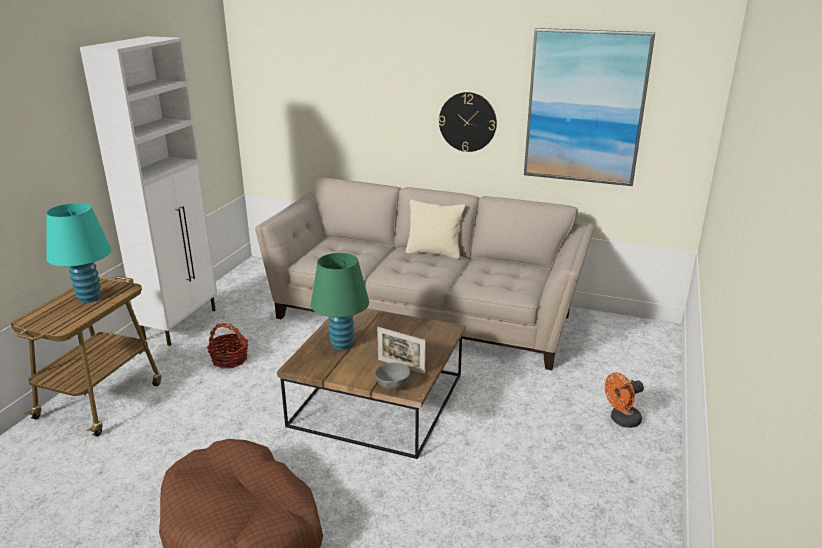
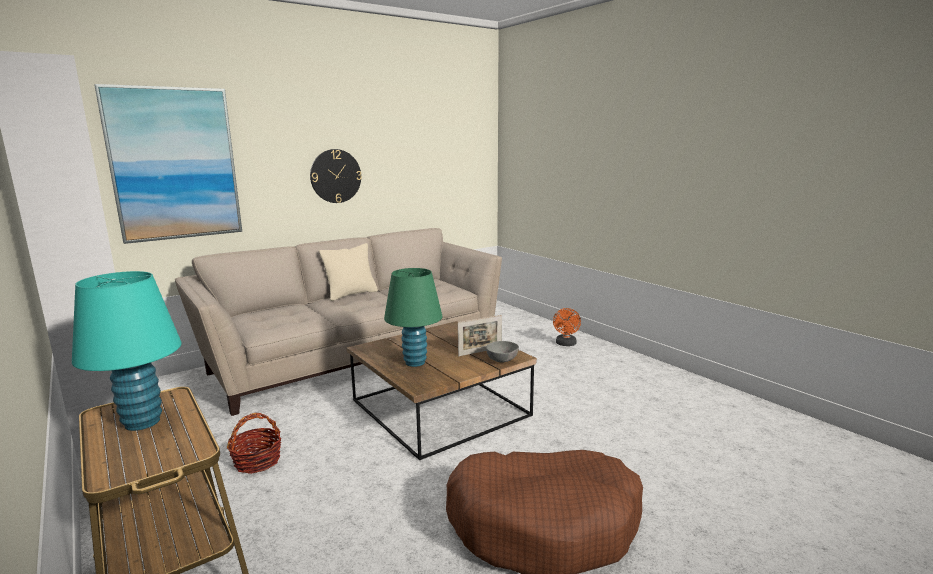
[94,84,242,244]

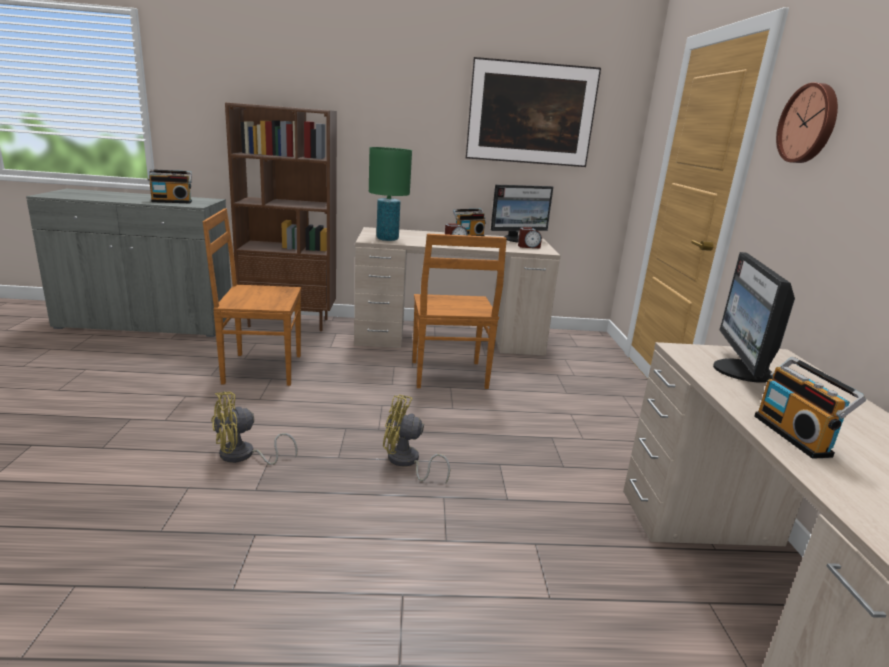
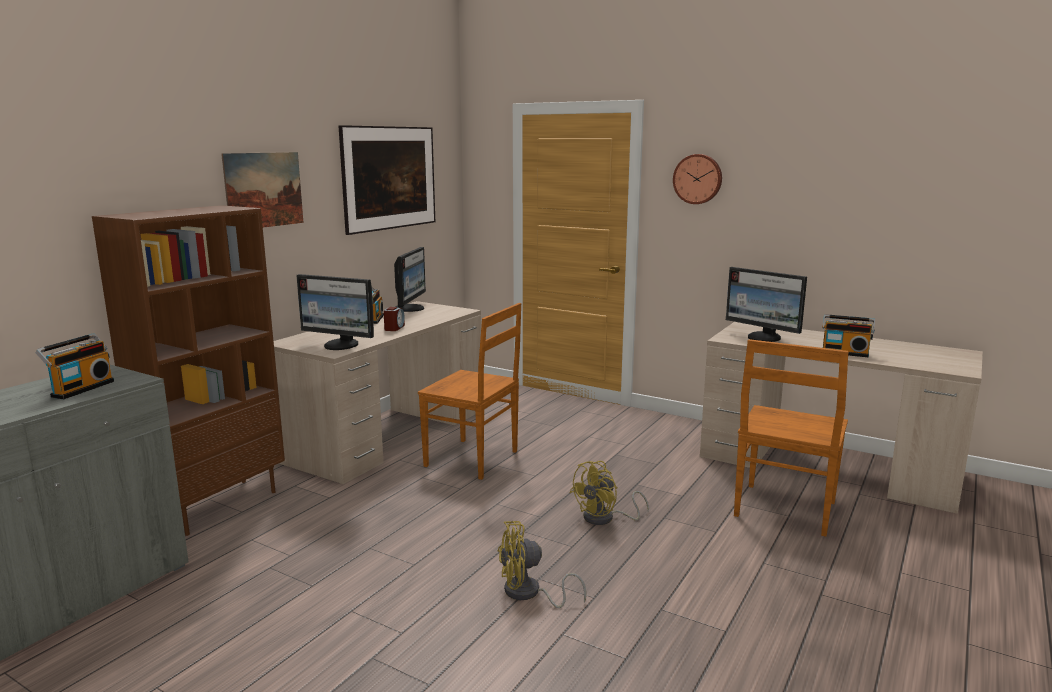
[296,274,374,350]
[734,339,849,537]
[518,227,542,248] (first image)
[498,521,587,608]
[221,152,304,228]

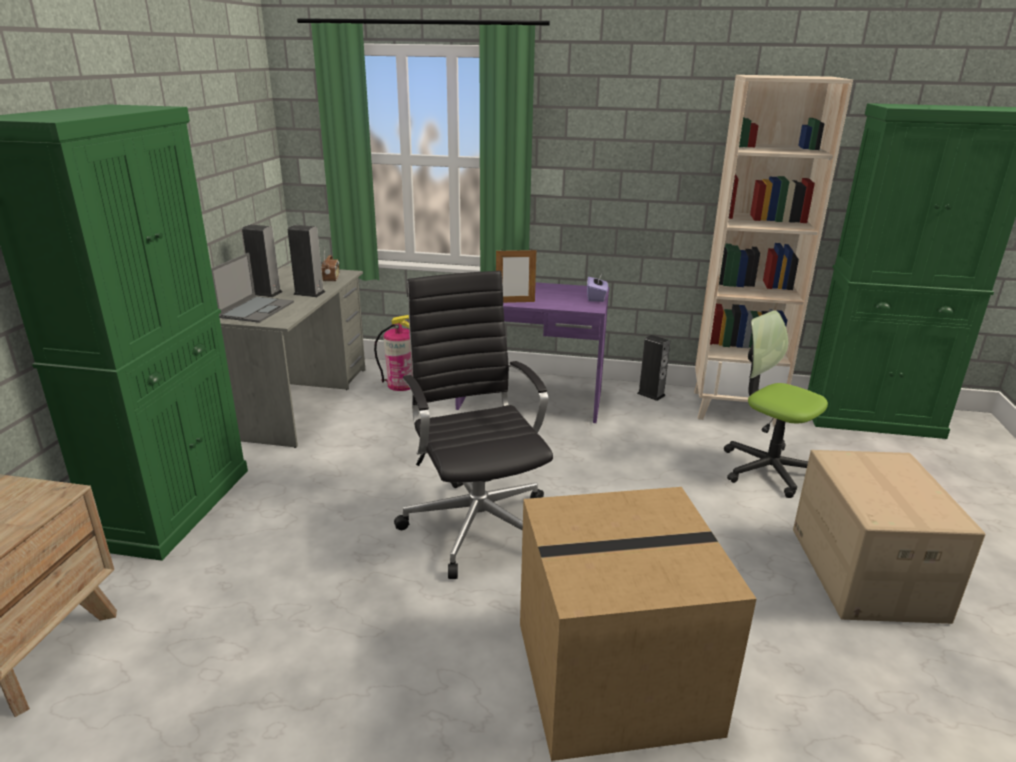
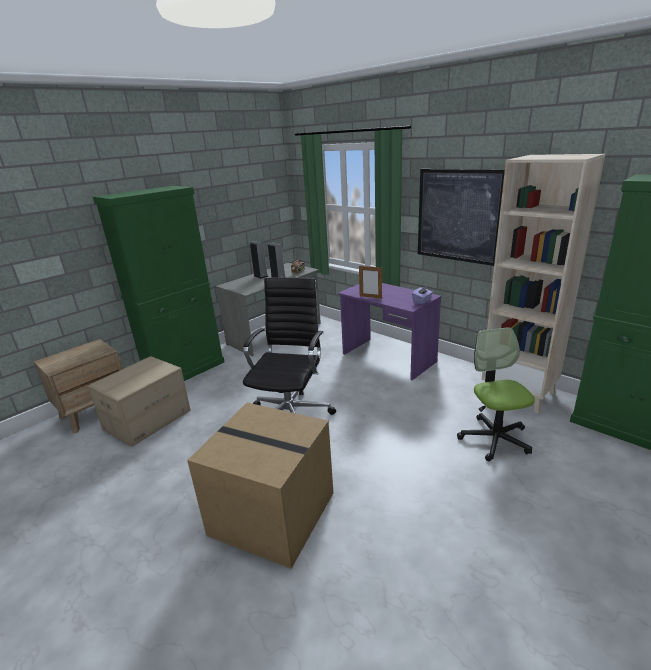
[211,253,294,323] (first image)
[374,315,413,391] (first image)
[637,335,670,401] (first image)
[88,356,191,447]
[418,169,505,266]

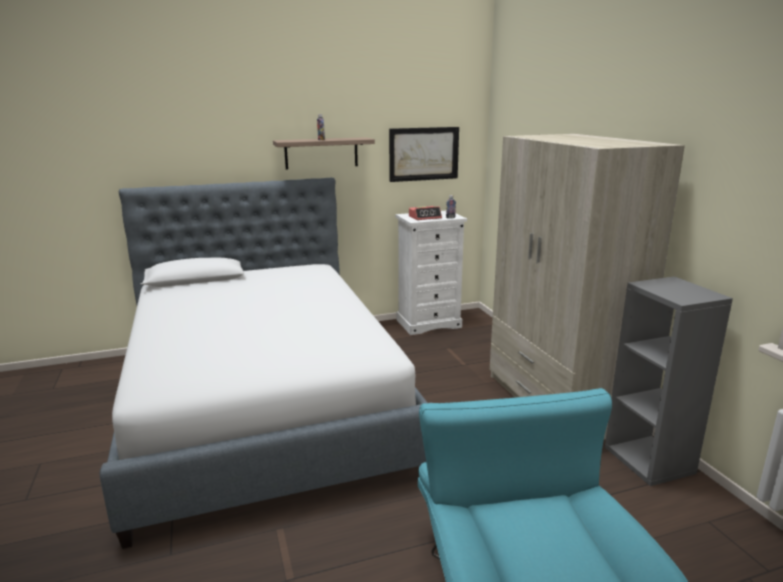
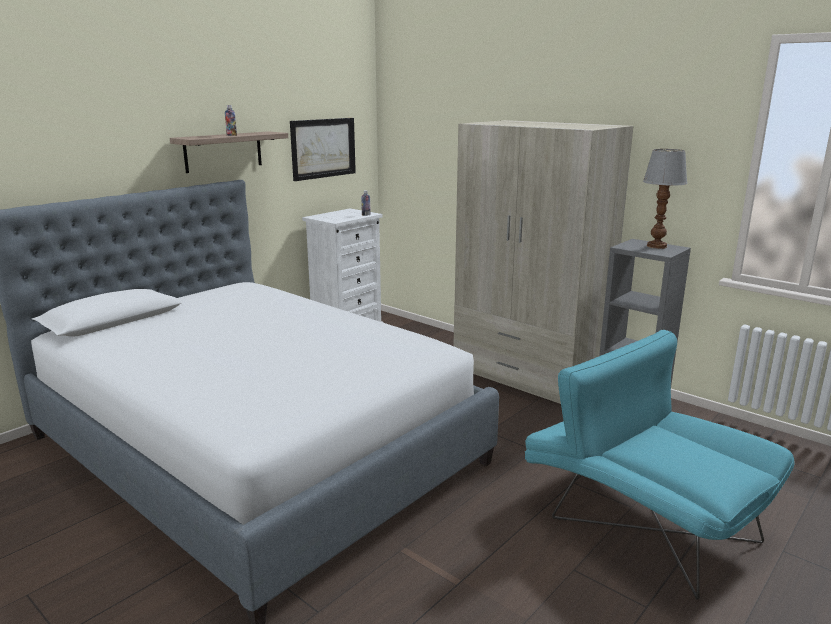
[409,206,442,220] (first image)
[643,149,688,249]

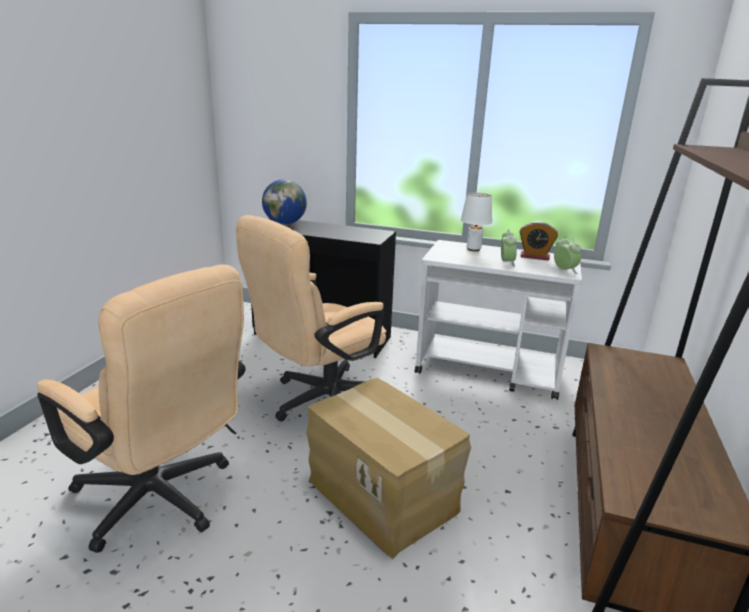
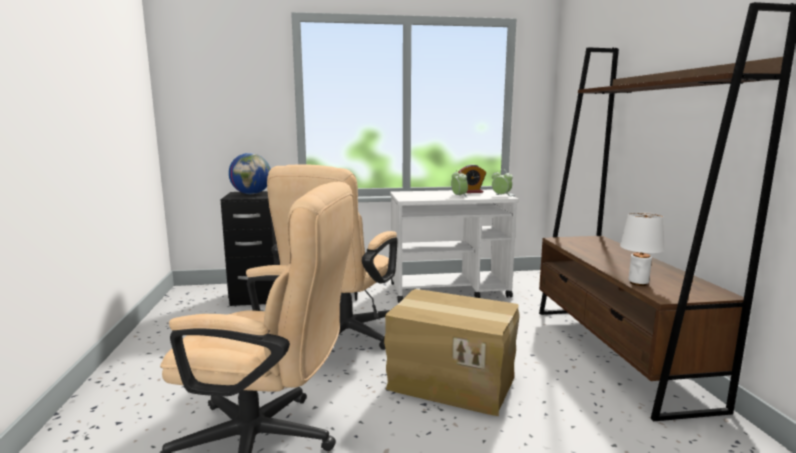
[620,212,664,286]

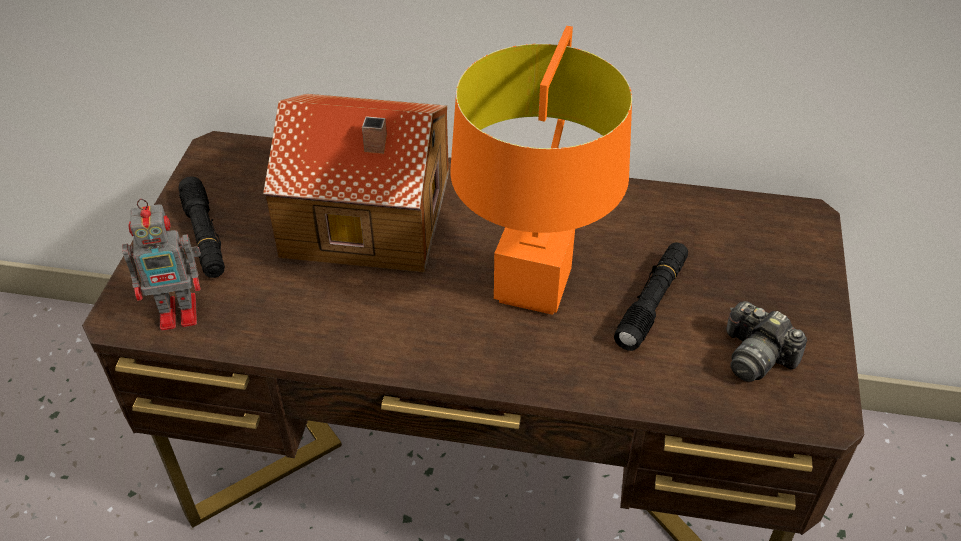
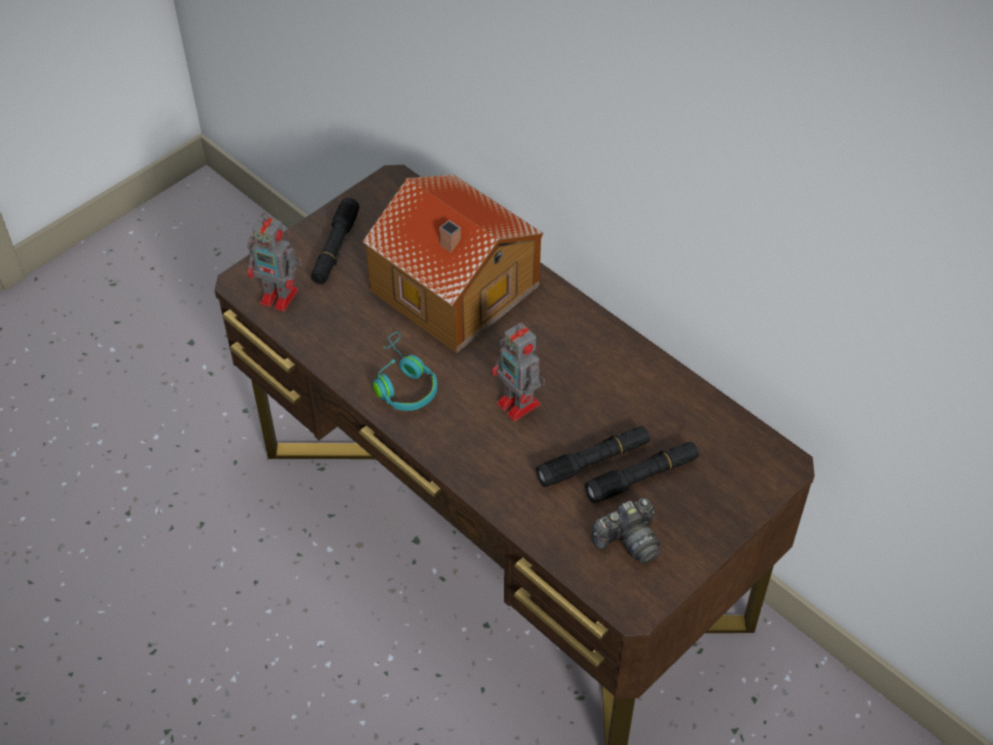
[492,322,545,421]
[591,498,660,564]
[373,332,437,411]
[584,442,699,503]

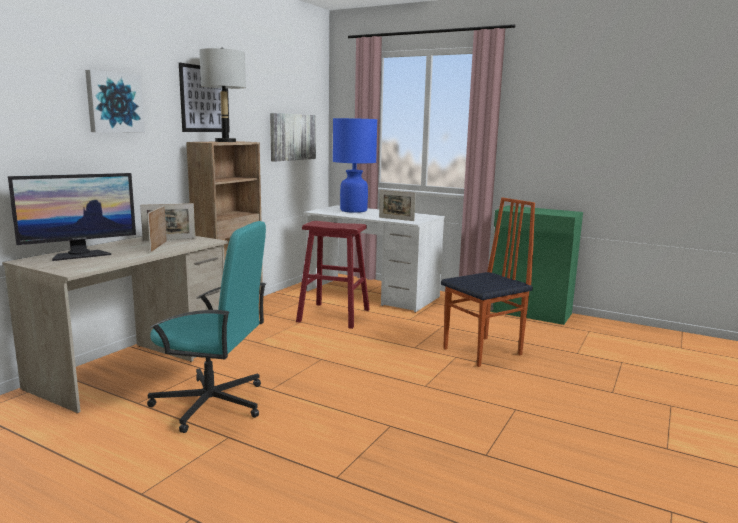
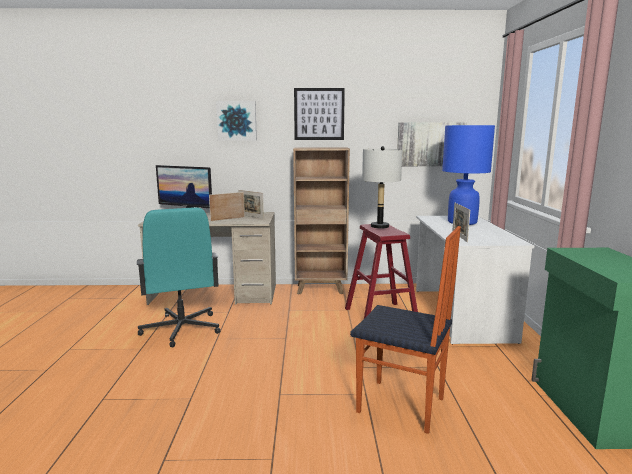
[362,146,402,229]

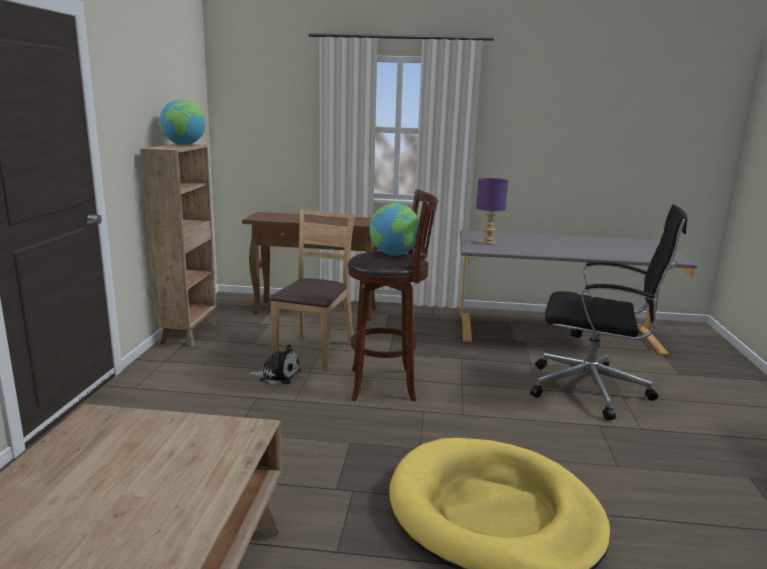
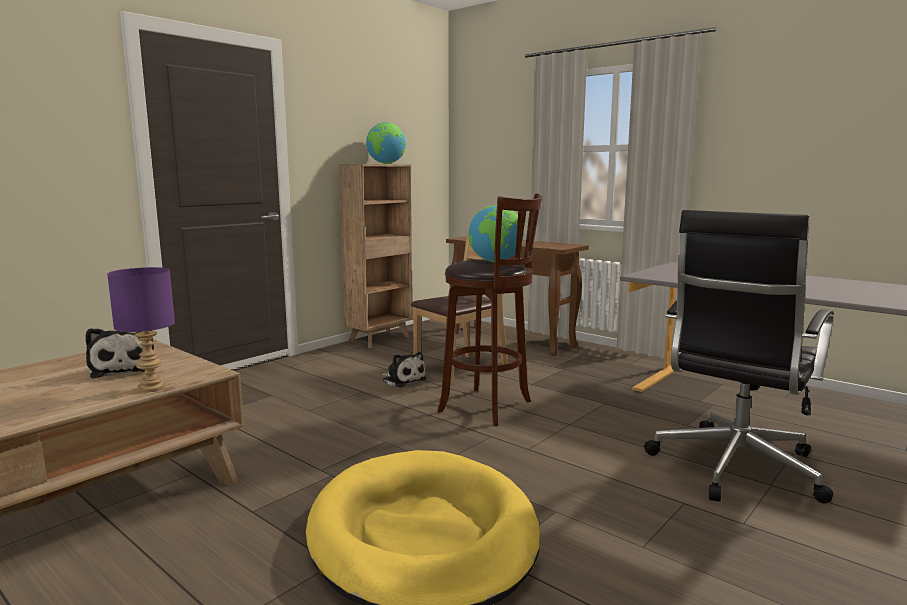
[107,267,175,393]
[644,210,834,503]
[85,328,154,379]

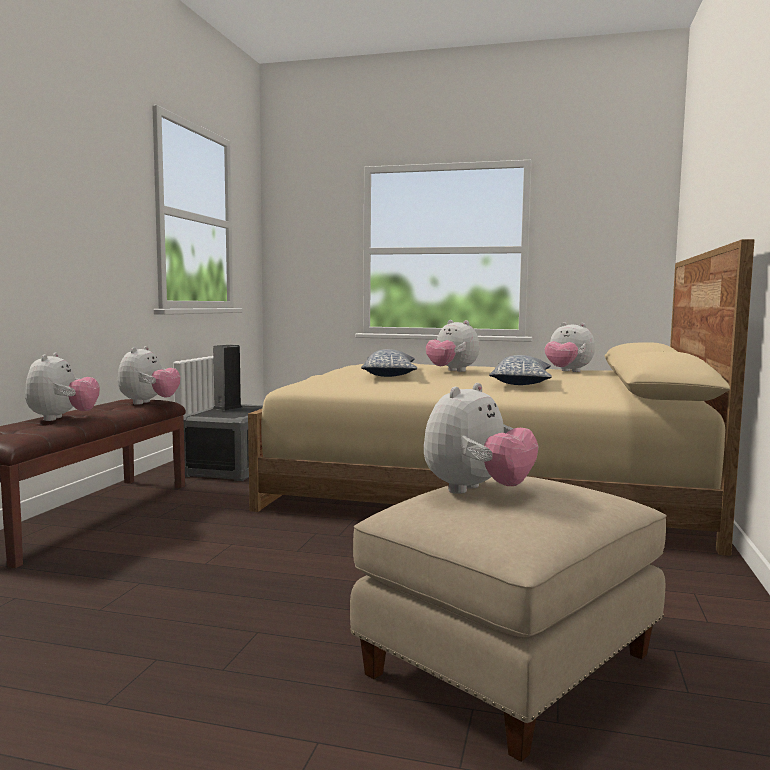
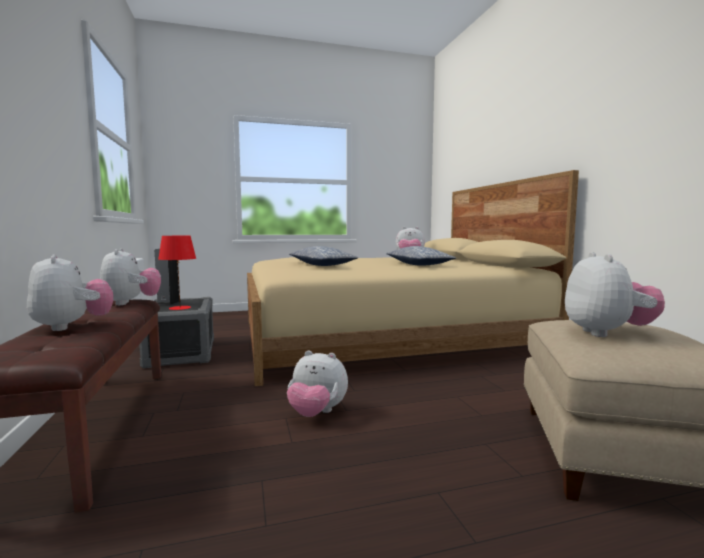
[287,350,348,417]
[158,236,196,310]

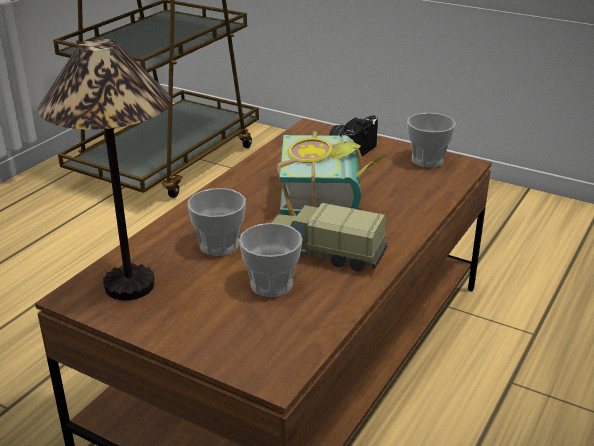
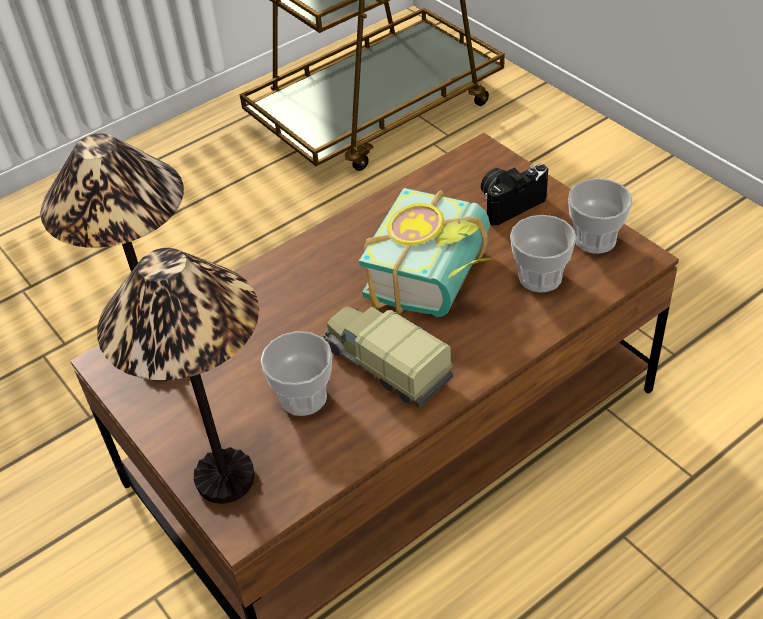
[510,215,576,293]
[97,248,259,504]

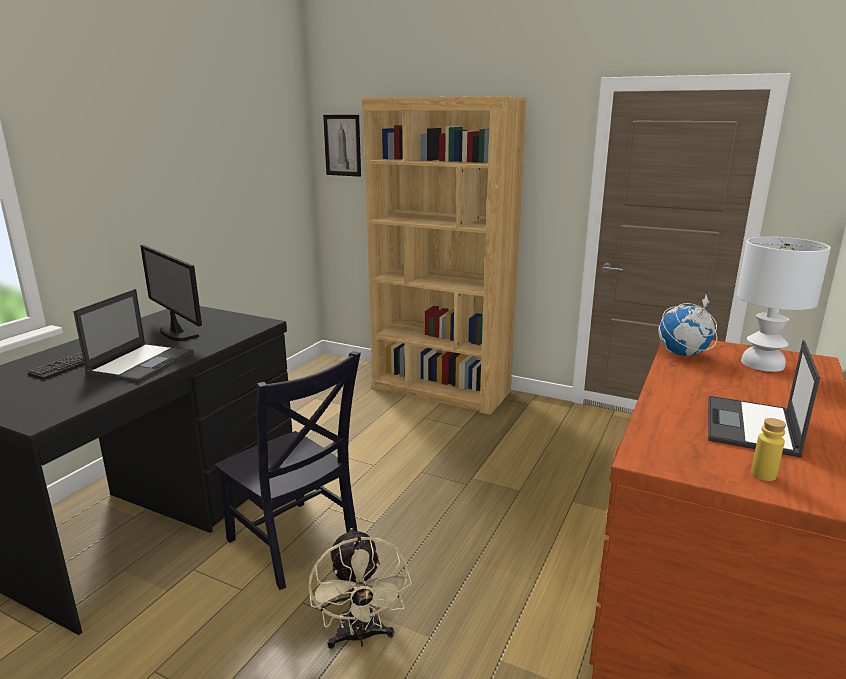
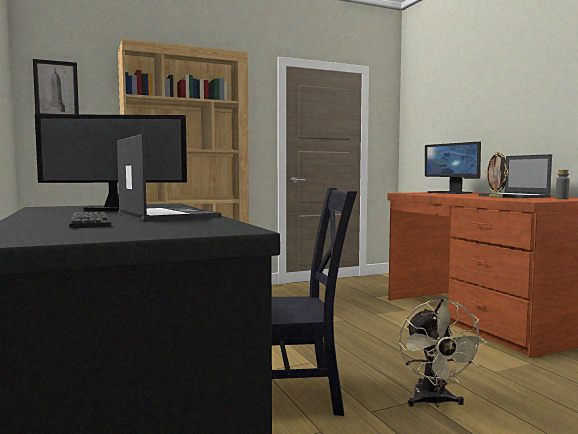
[425,142,481,194]
[658,295,717,356] (first image)
[556,170,570,199]
[399,299,487,408]
[485,151,508,198]

